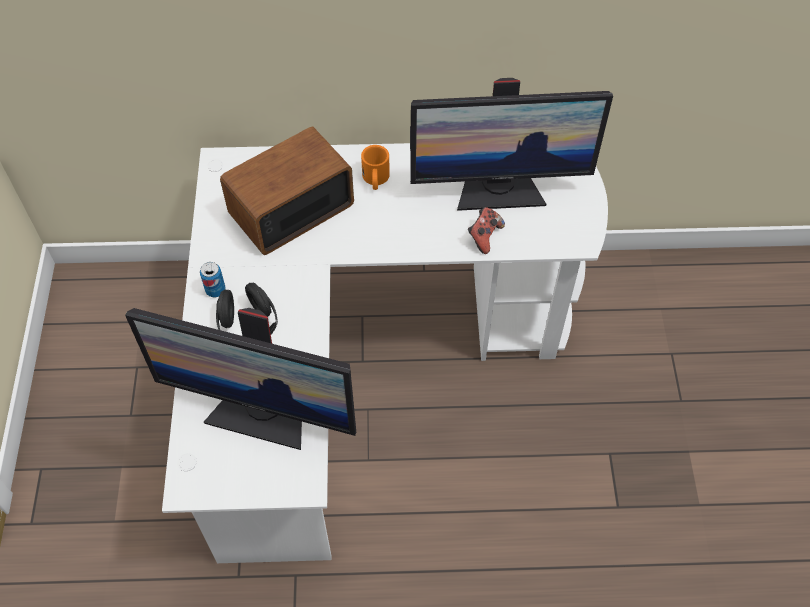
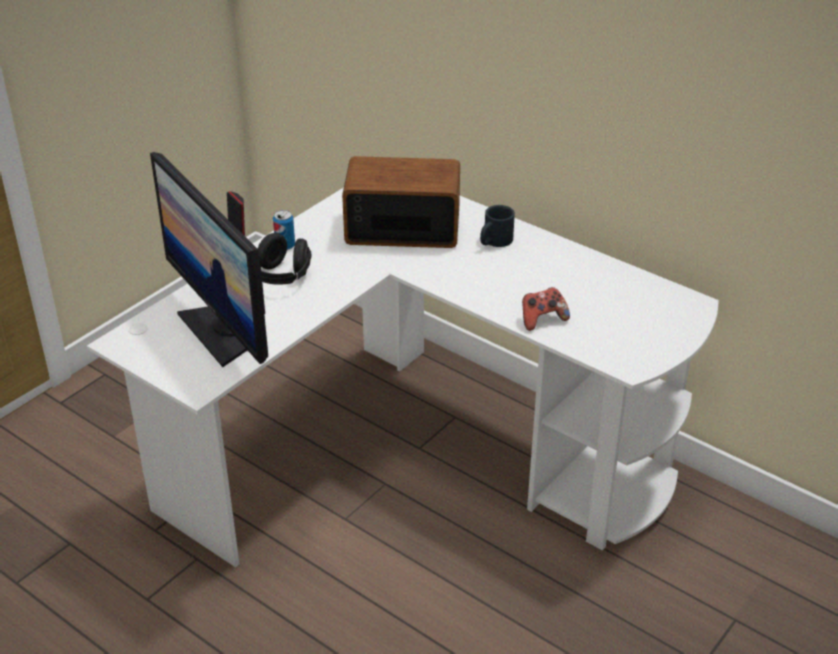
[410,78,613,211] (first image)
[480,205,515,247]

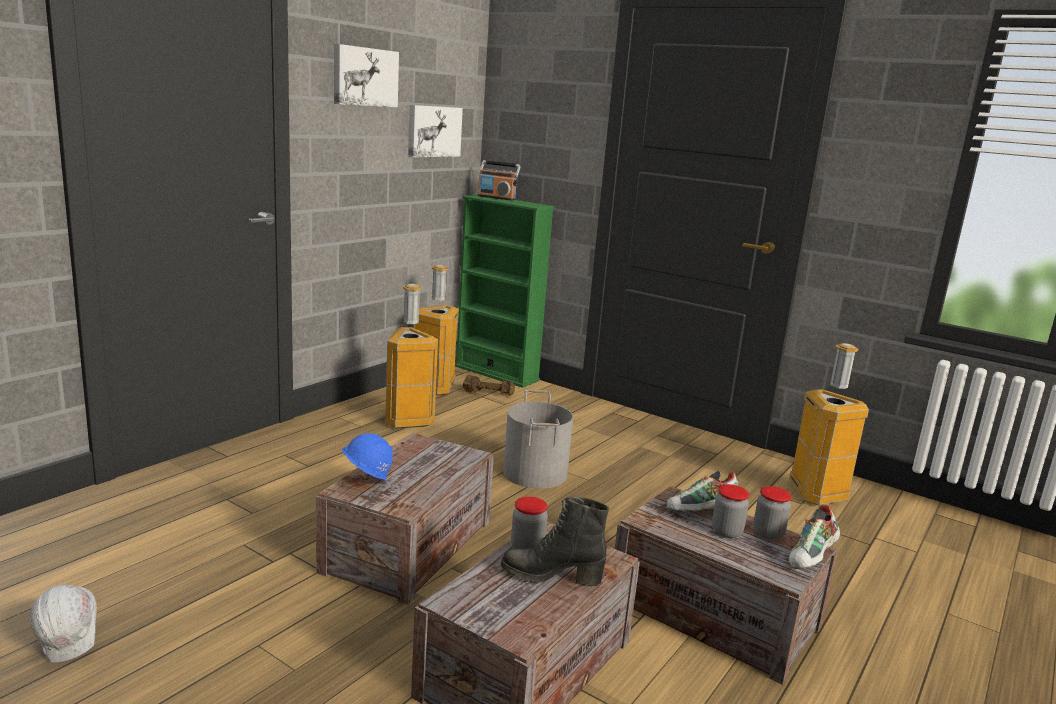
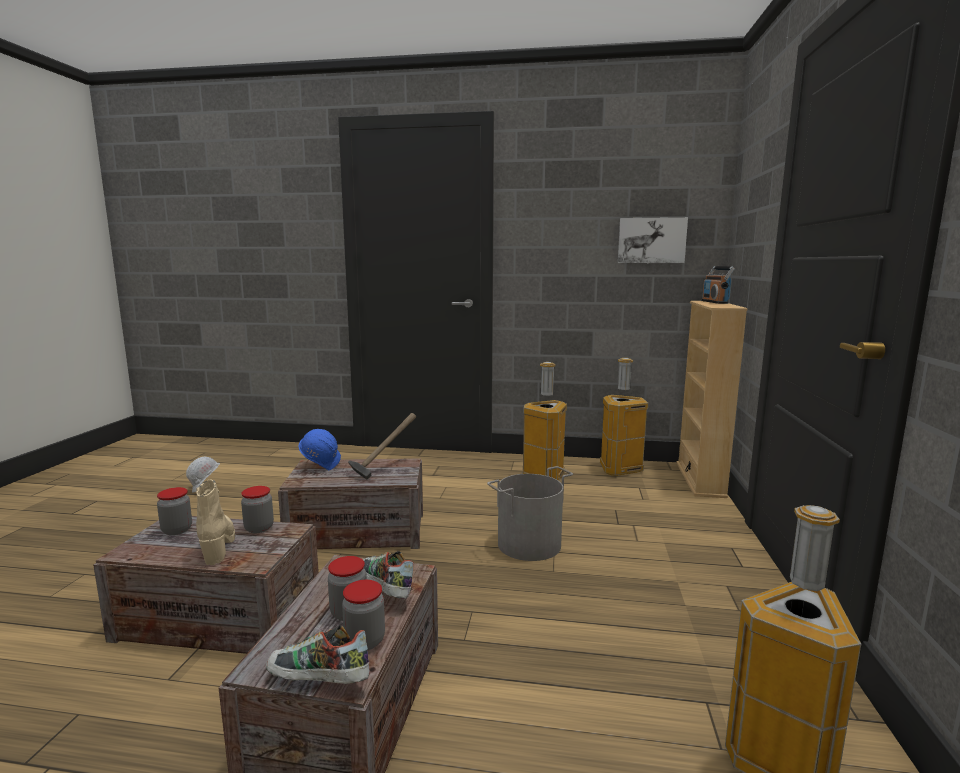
[334,44,399,107] (first image)
[677,301,747,498]
[462,375,515,396] (first image)
[196,479,235,565]
[348,413,416,480]
[157,487,192,535]

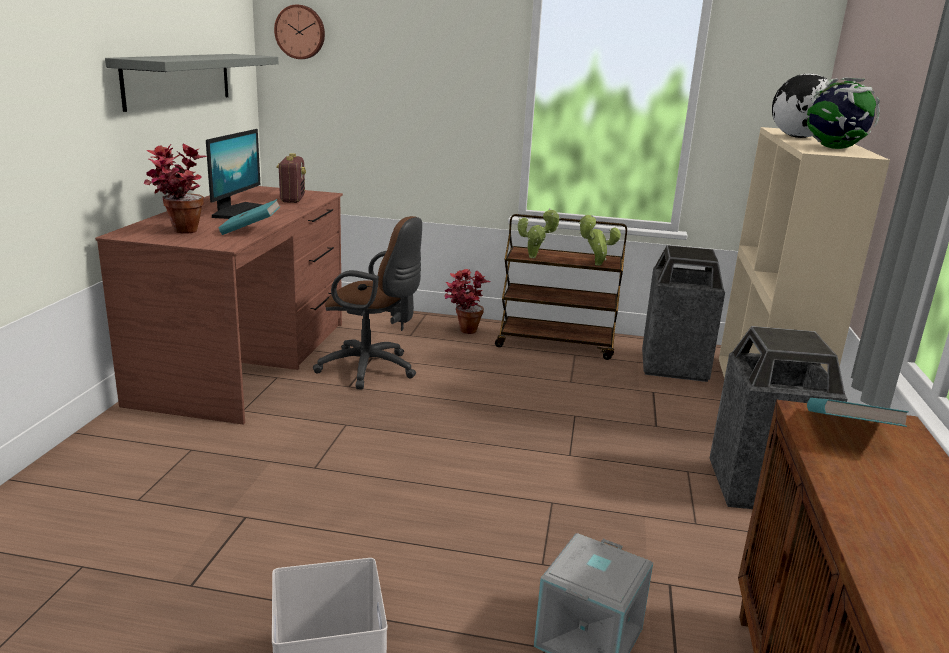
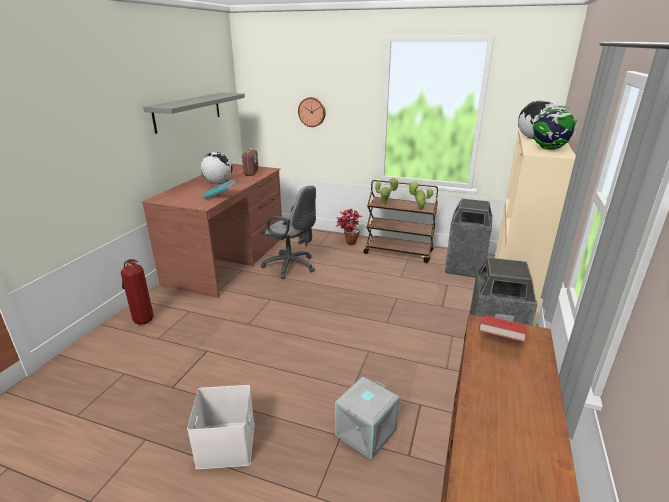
[298,97,326,127]
[201,152,232,183]
[143,143,208,234] (first image)
[261,185,316,279]
[479,315,527,342]
[121,259,154,325]

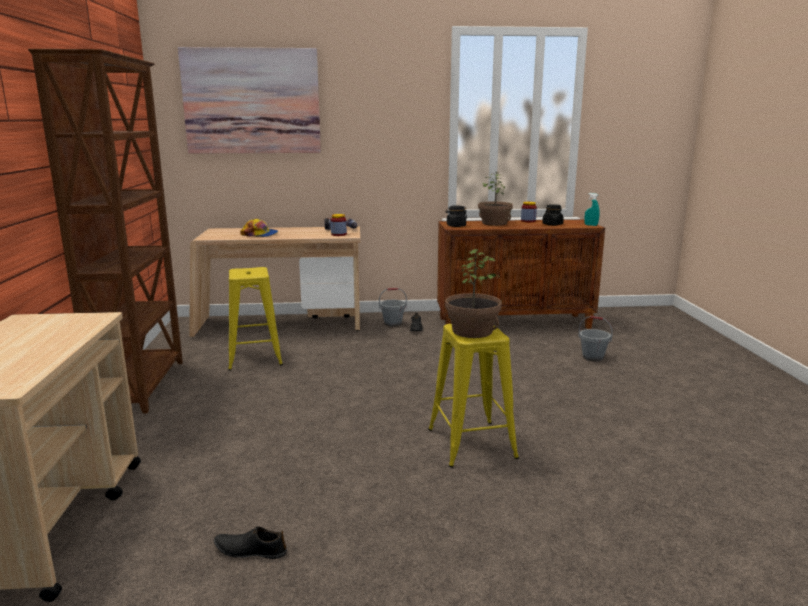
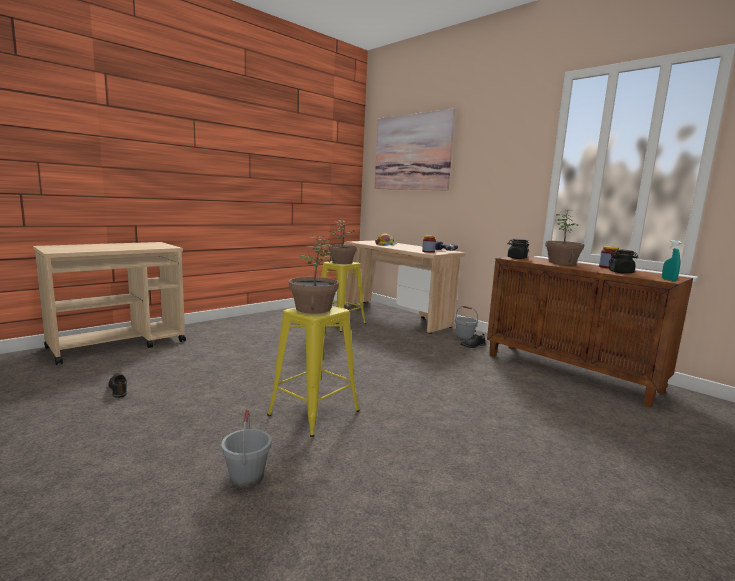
[28,49,183,413] (first image)
[221,410,271,488]
[329,220,357,264]

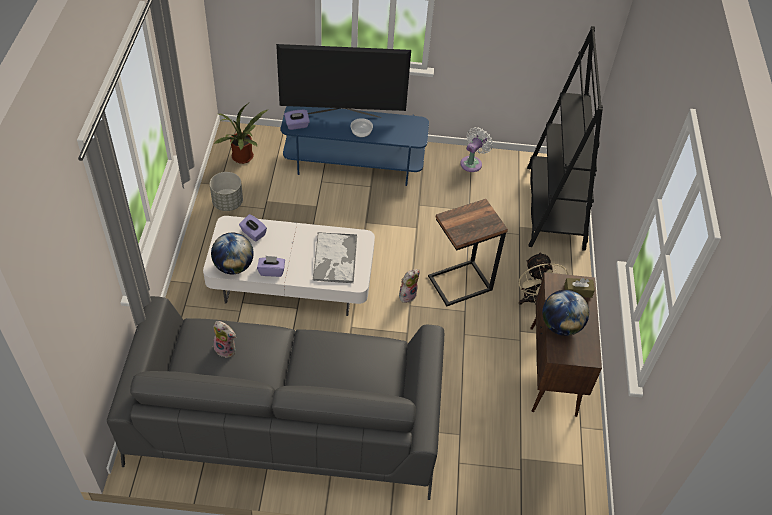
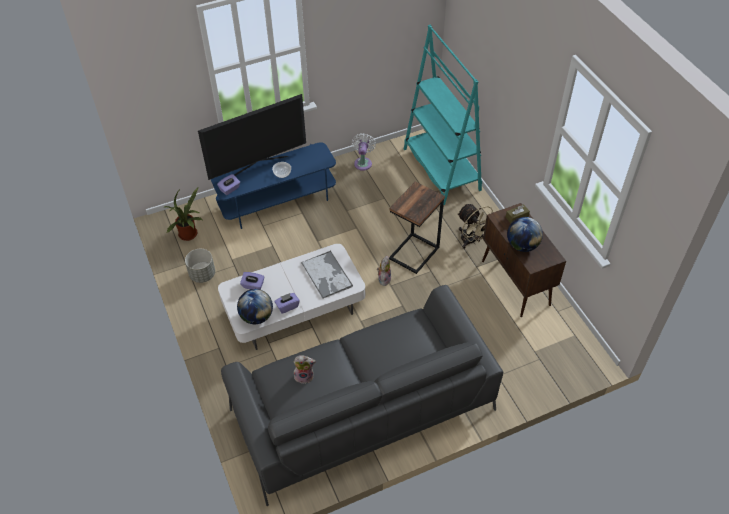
[404,24,482,205]

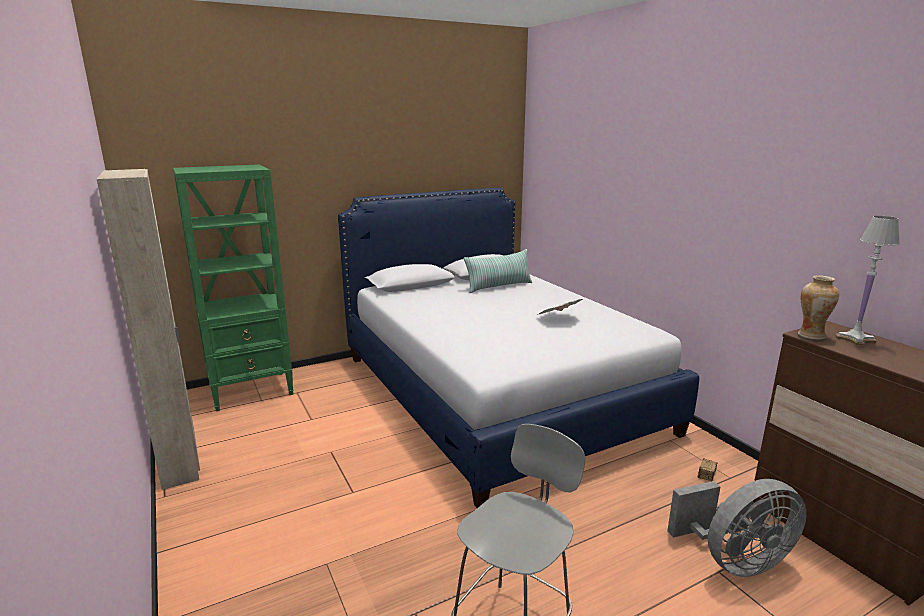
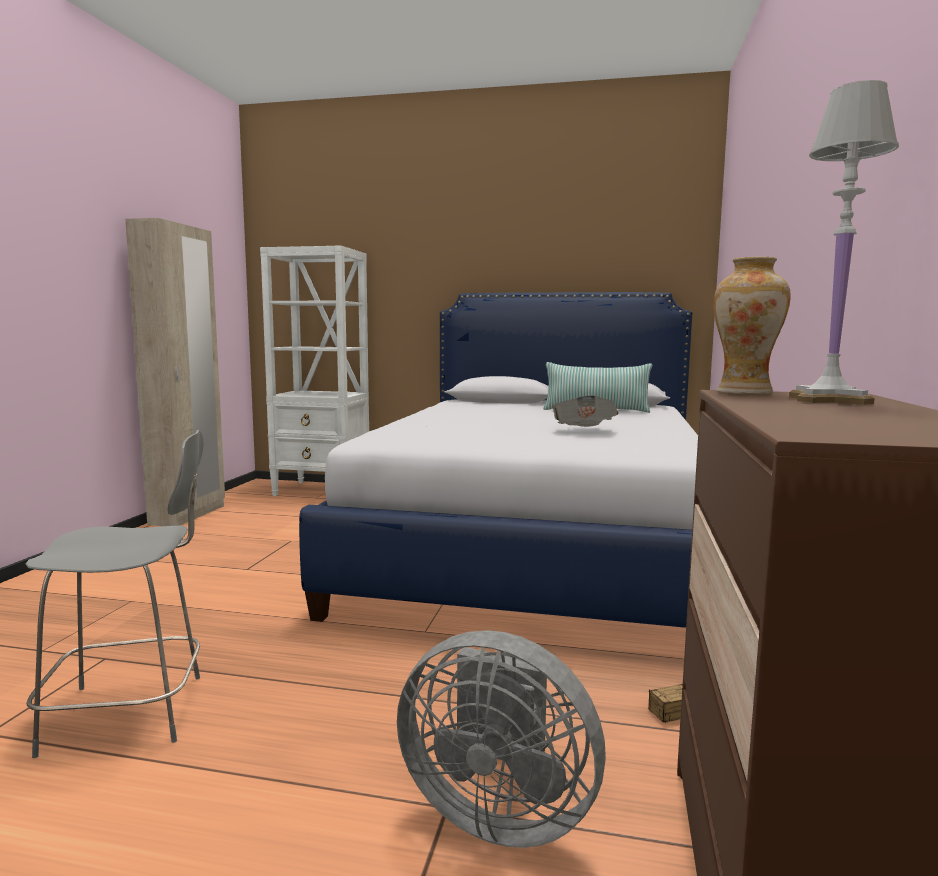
[260,245,369,496]

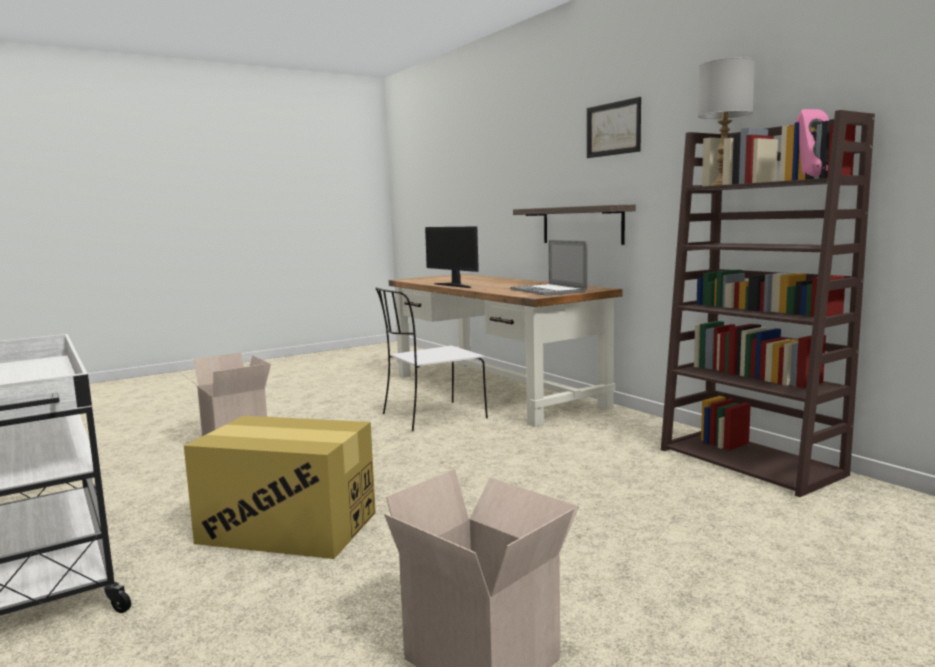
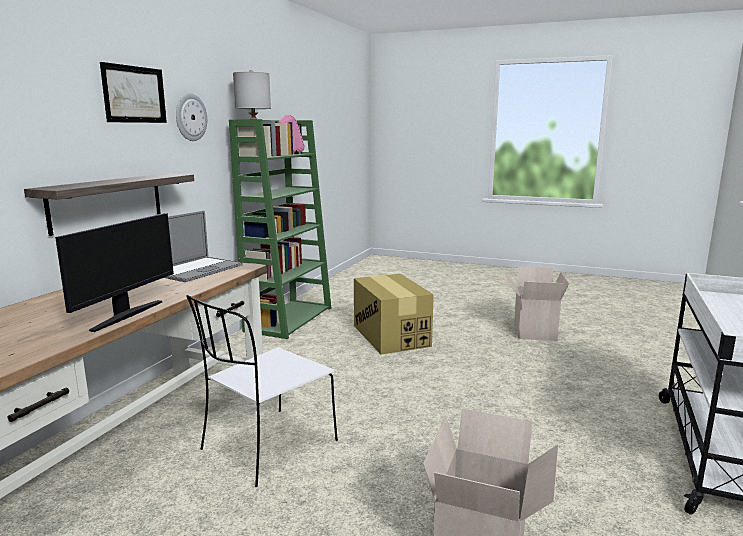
[229,119,332,339]
[186,295,338,487]
[354,274,434,354]
[176,93,207,141]

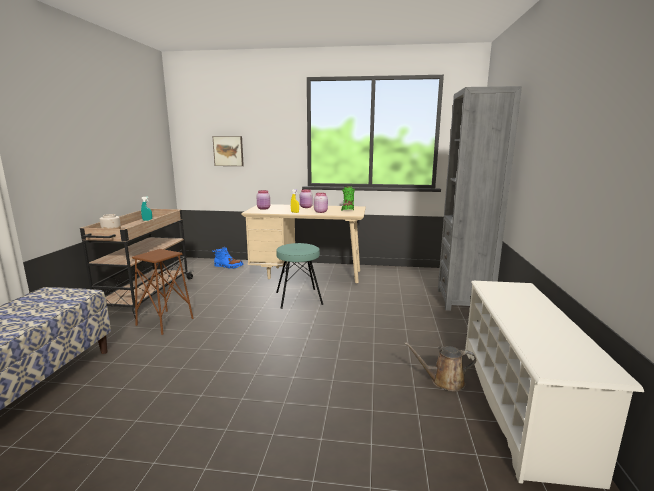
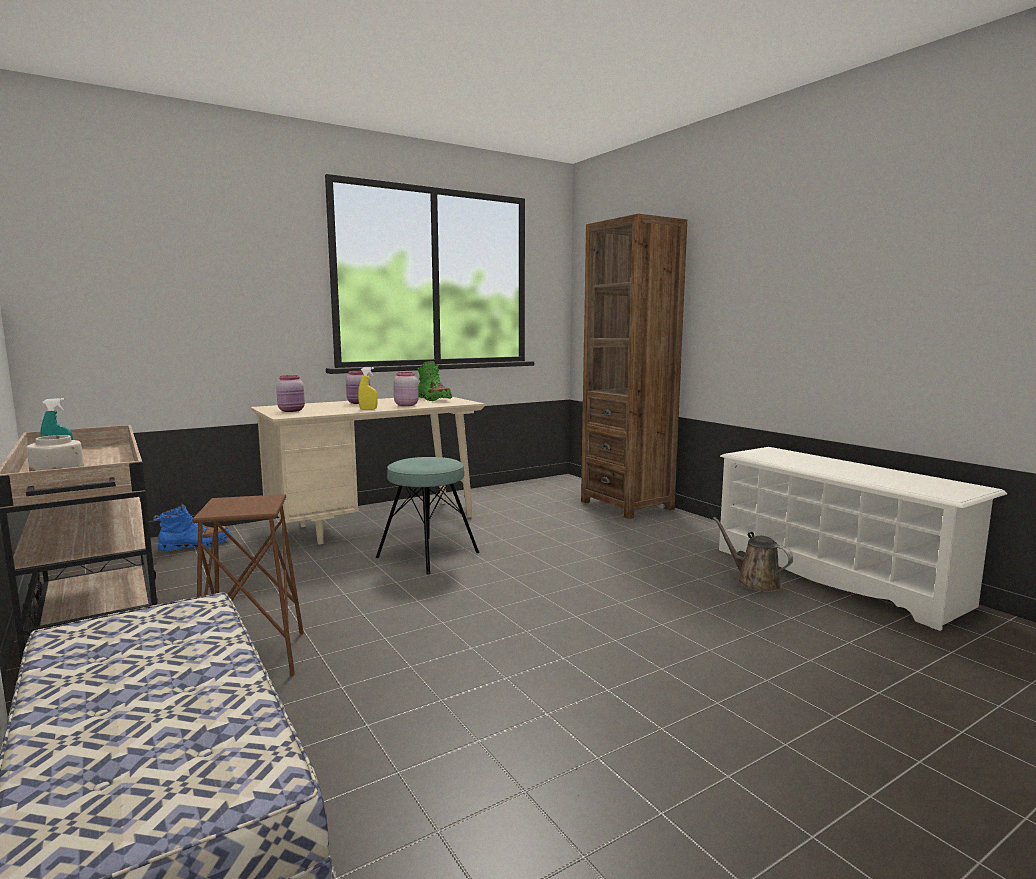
[581,213,687,519]
[212,136,244,166] (first image)
[713,517,793,592]

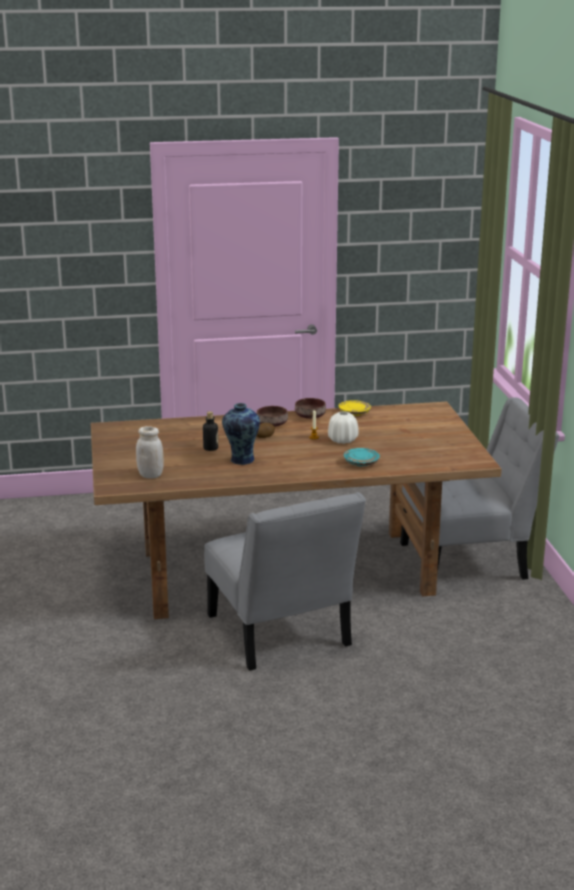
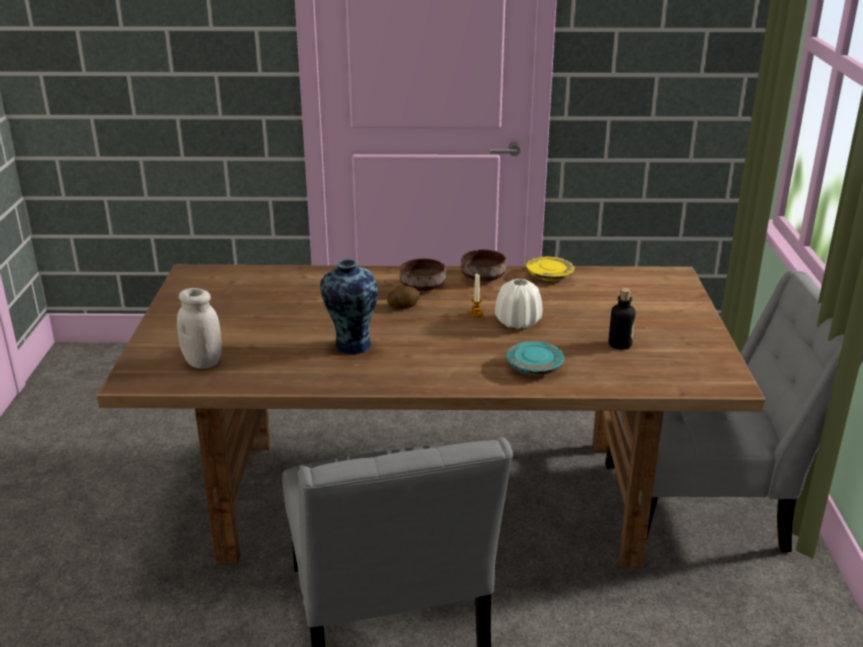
[608,288,635,350]

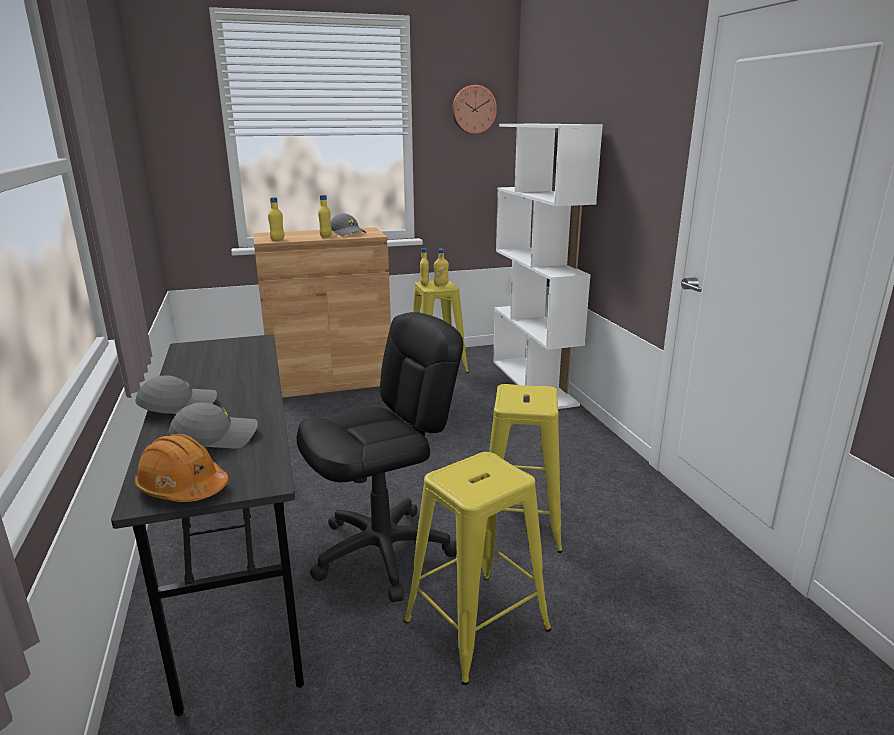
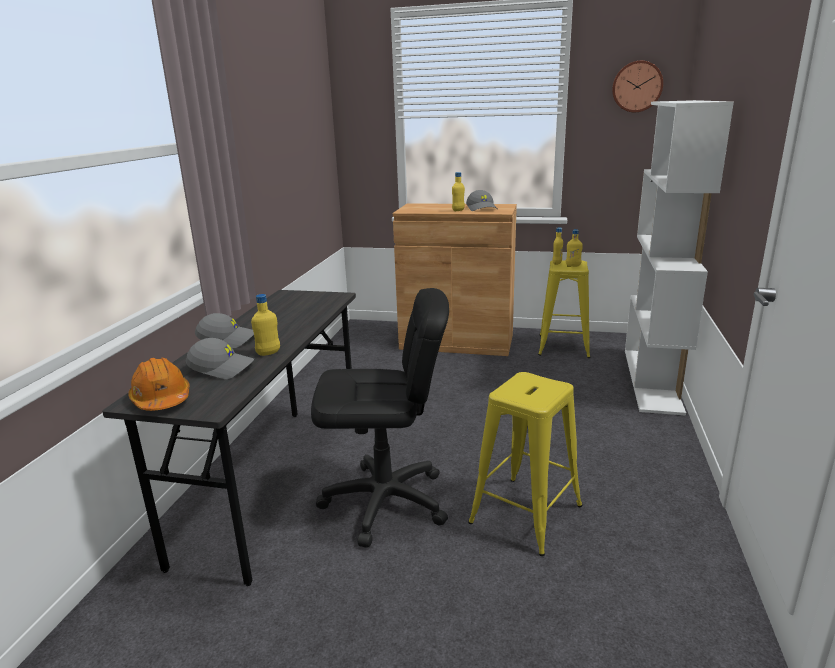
[251,294,280,356]
[404,452,551,685] (first image)

